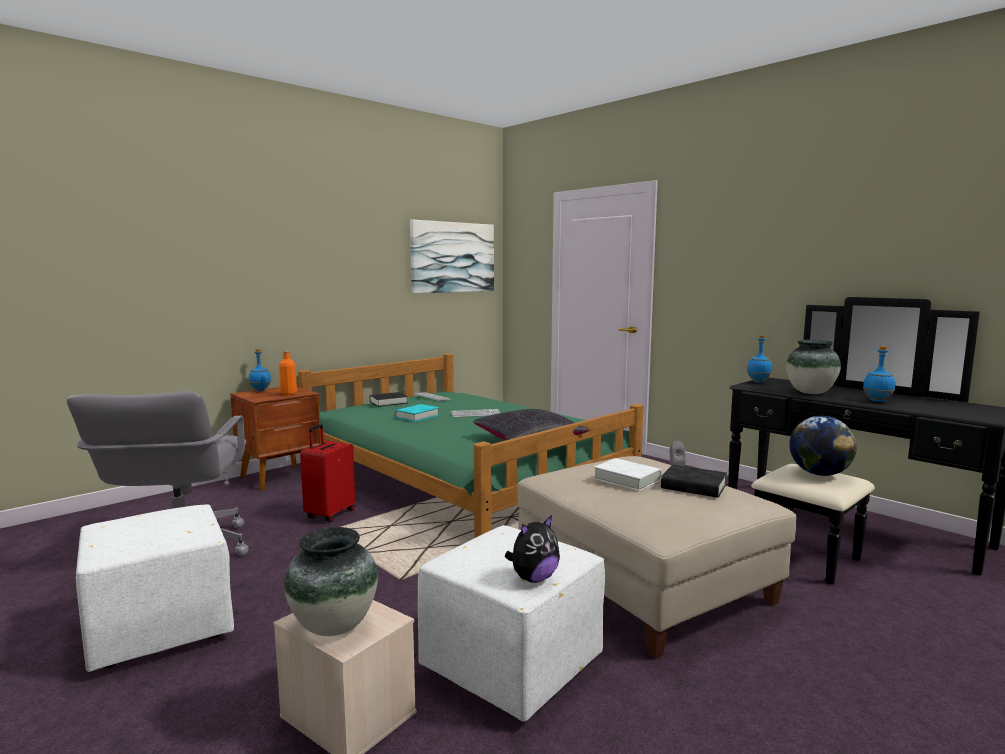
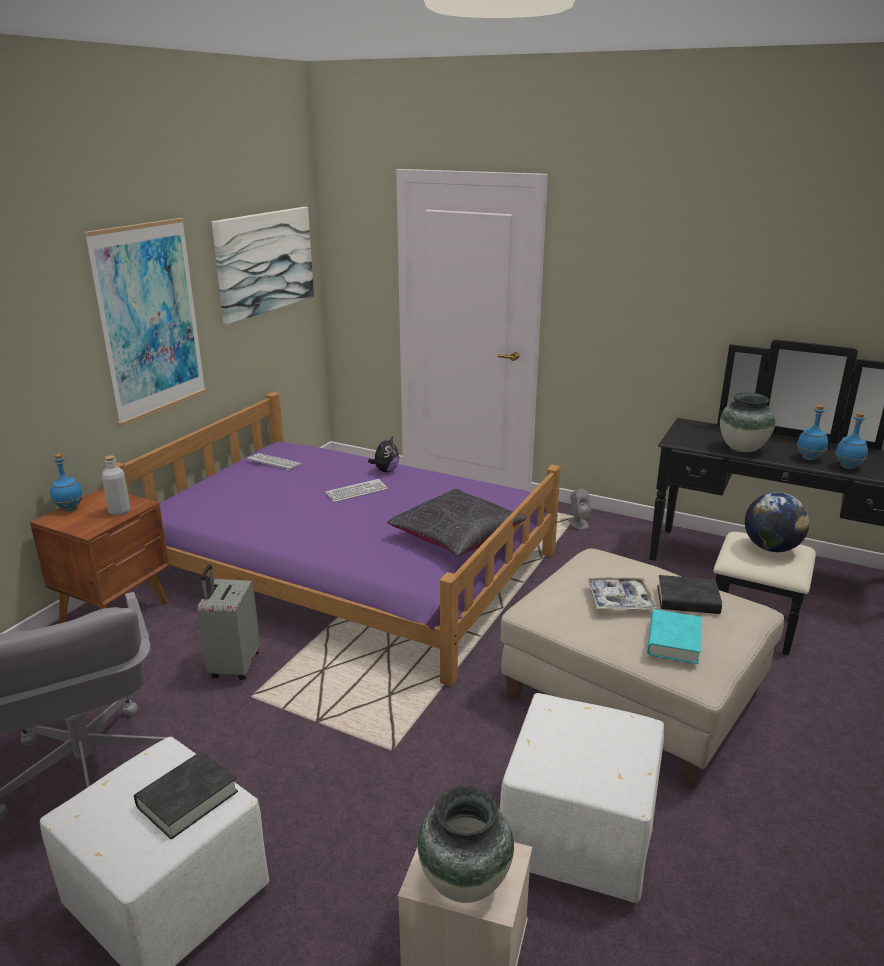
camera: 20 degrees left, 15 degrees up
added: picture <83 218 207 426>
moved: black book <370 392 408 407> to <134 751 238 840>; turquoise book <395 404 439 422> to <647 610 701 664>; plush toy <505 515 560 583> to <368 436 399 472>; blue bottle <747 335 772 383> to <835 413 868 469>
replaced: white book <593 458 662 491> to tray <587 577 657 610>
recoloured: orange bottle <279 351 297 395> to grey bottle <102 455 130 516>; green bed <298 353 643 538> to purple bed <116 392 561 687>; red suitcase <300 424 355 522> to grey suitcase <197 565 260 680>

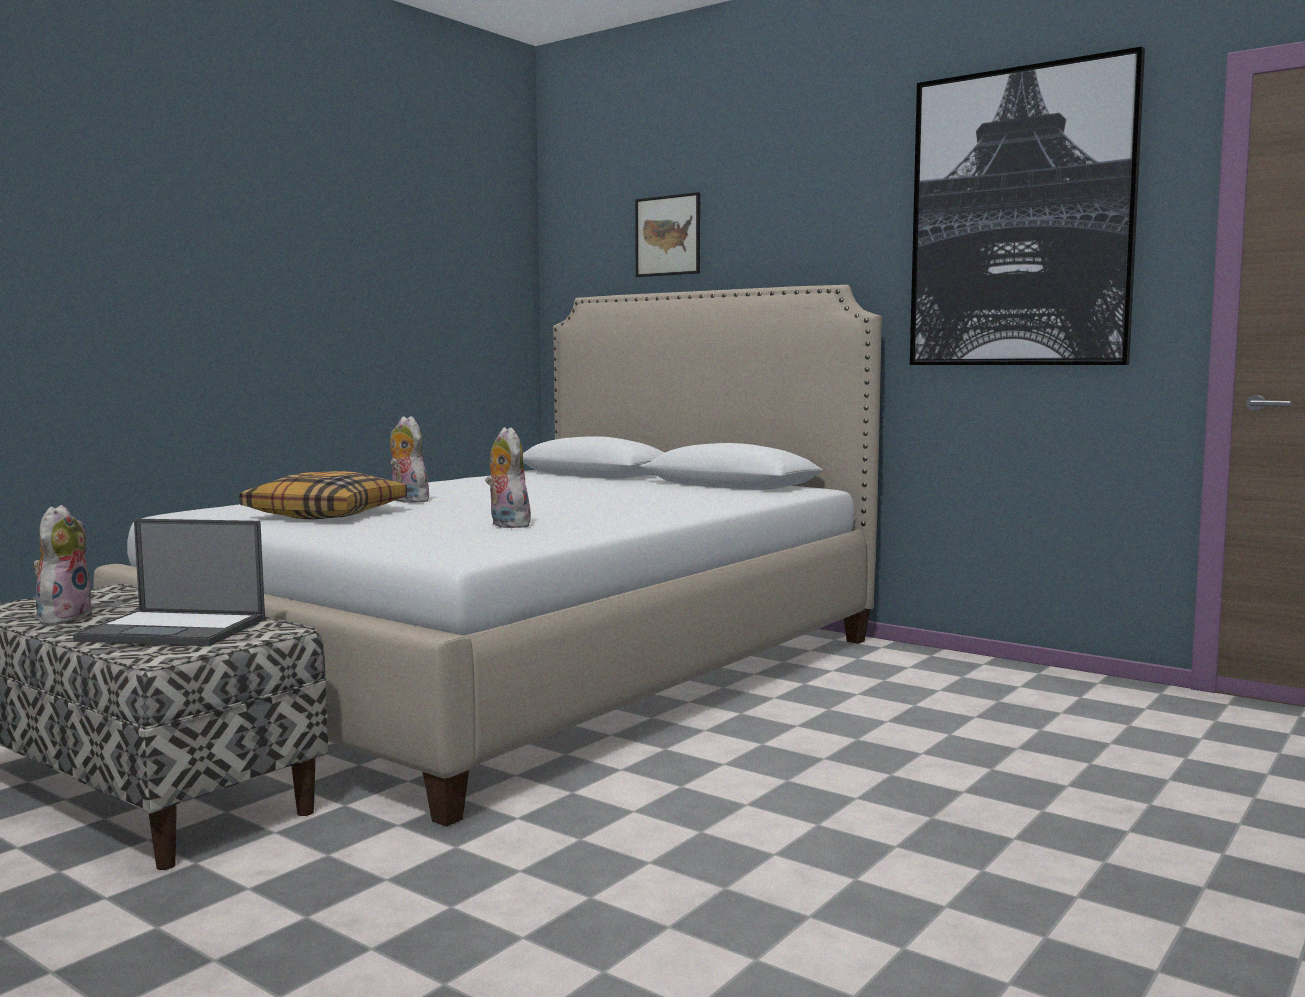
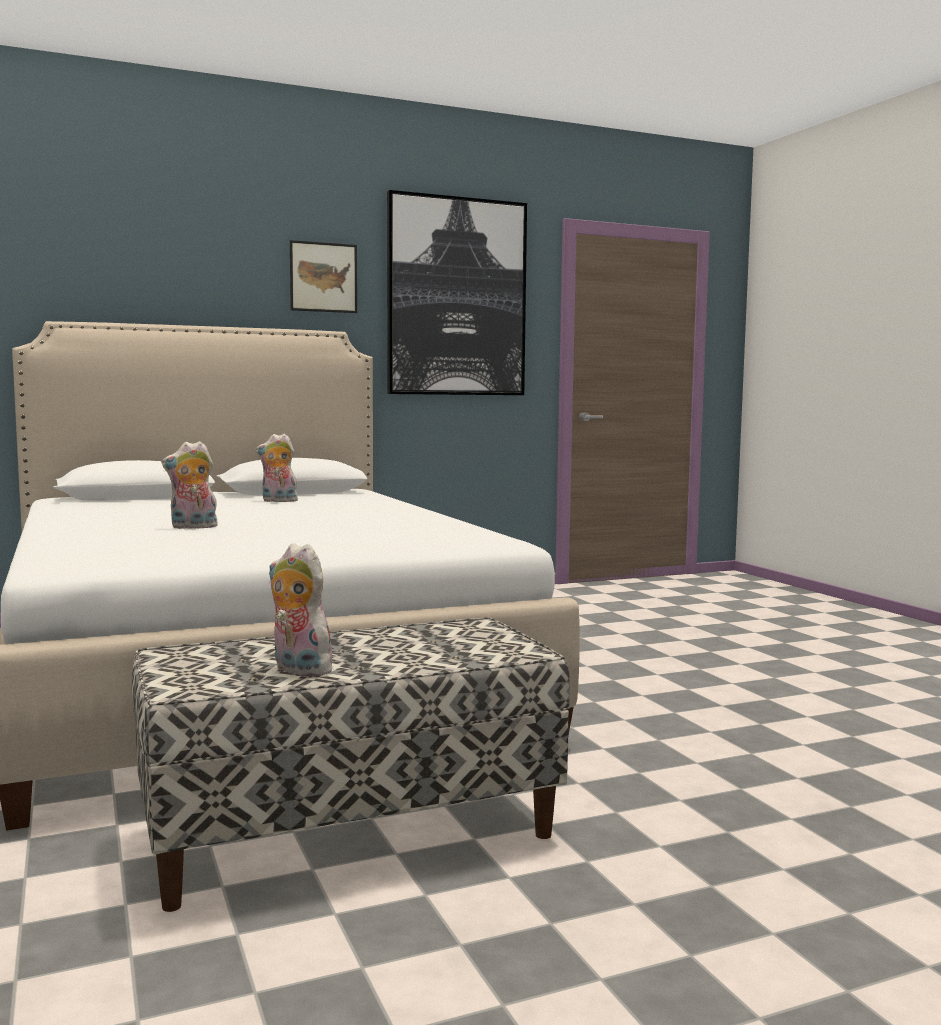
camera: 60 degrees left, 0 degrees up
removed: laptop <73 519 265 646>; pillow <239 471 407 519>
moved: plush toy <485 427 531 528> to <256 434 298 502>; picture <635 192 700 277> to <290 240 357 313>

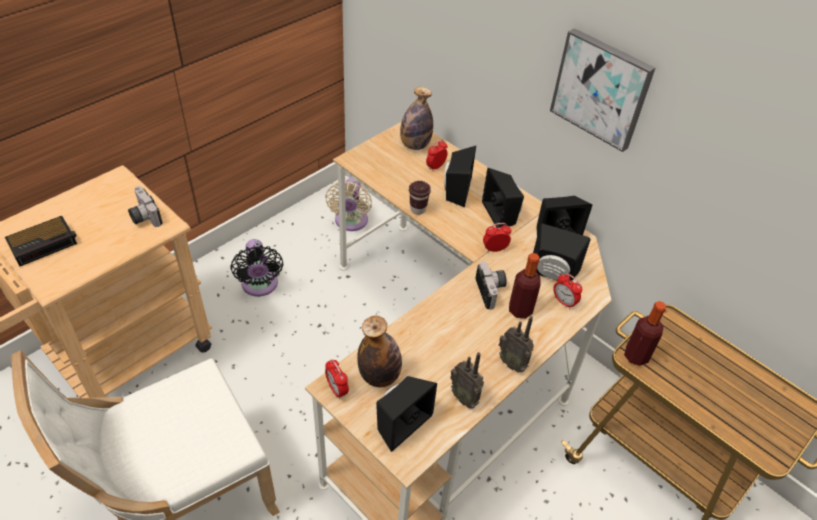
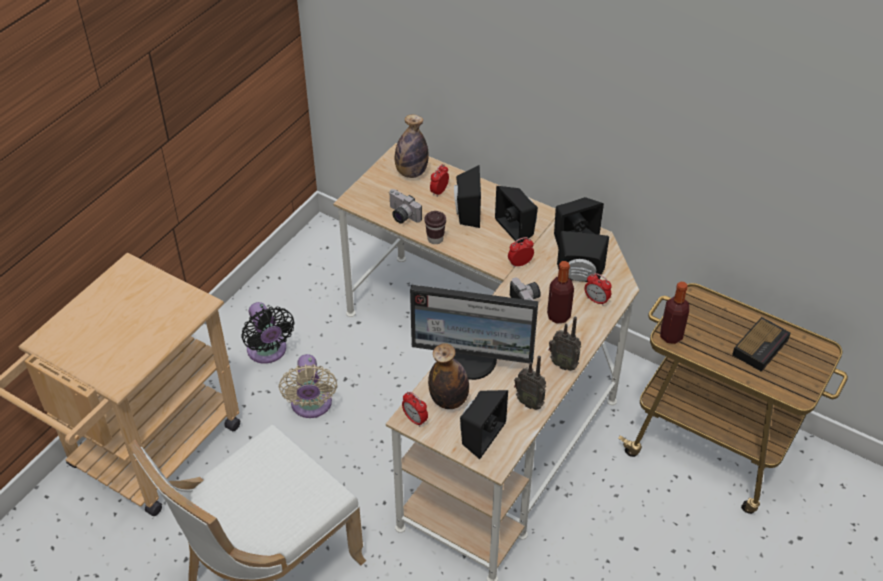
camera: 10 degrees left, 0 degrees up
removed: picture <550 28 655 152>
added: monitor <410 284 538 380>
moved: alarm clock <5 216 77 266> to <732 317 791 372>; photo camera <128 186 163 227> to <389 189 422 224>; beige fan <325 178 372 231> to <279 354 337 418>

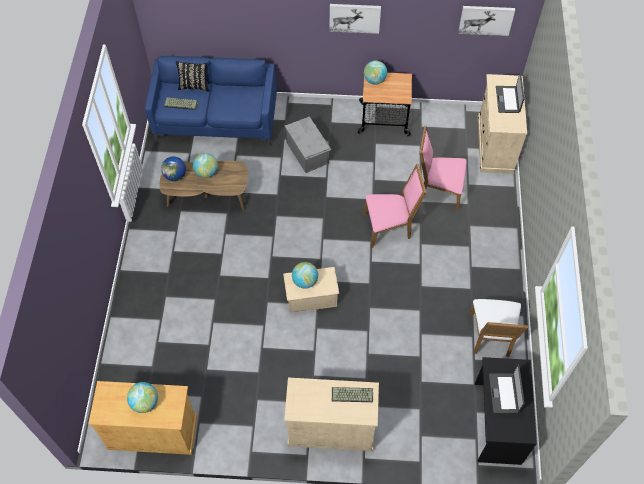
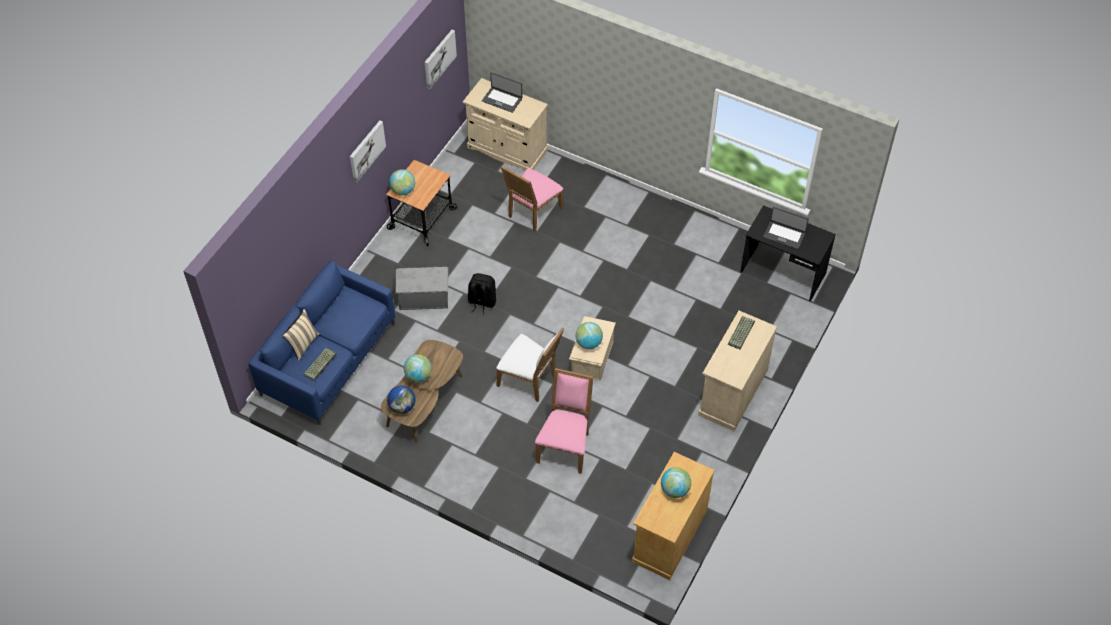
camera: 65 degrees left, 5 degrees down
added: black backpack <468 273 496 315>
moved: pink chair <363 164 426 248> to <535 368 594 474>; white chair <470 299 528 357> to <496 327 564 402>
recoloured: black pillow <176 61 209 92> to beige pillow <283 309 319 361>

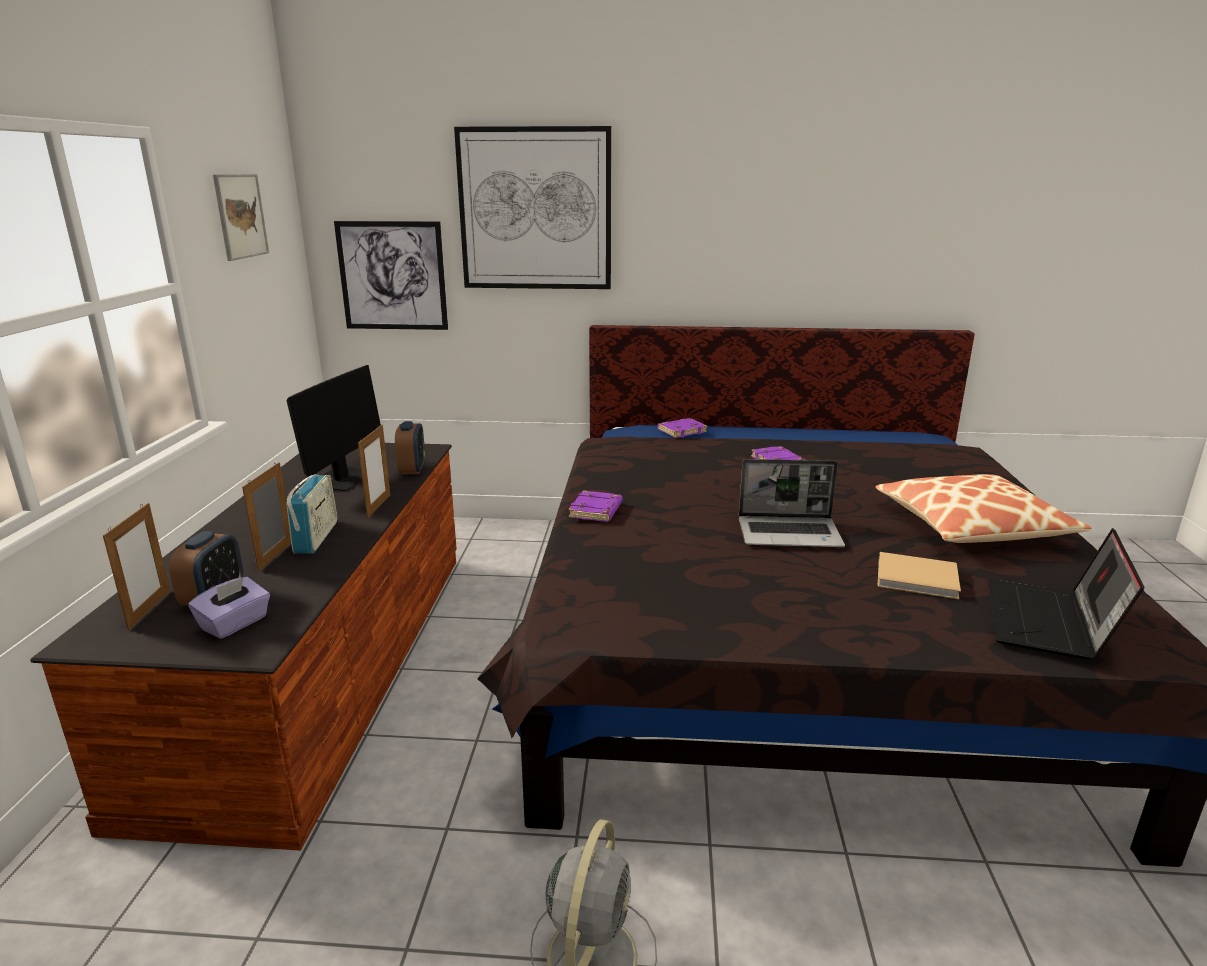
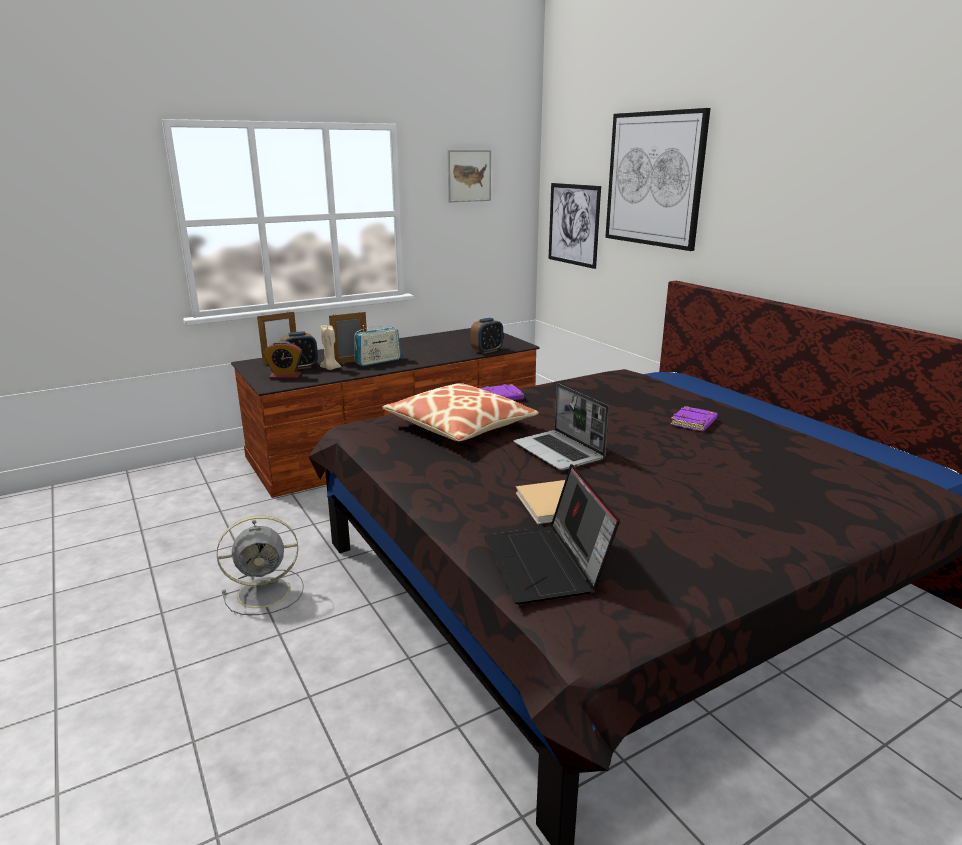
camera: 55 degrees right, 0 degrees up
removed: monitor <286 365 381 491>; picture frame <358 425 390 518>; purple book <658 418 708 438>
added: beige candle <320 325 341 370>
moved: pillow <875 474 1092 543> to <382 383 539 441>
replaced: purple tissue box <188 577 270 639> to alarm clock <263 341 302 379>
turned: laptop <988 528 1144 660> = <484 464 620 604> 90 degrees counterclockwise

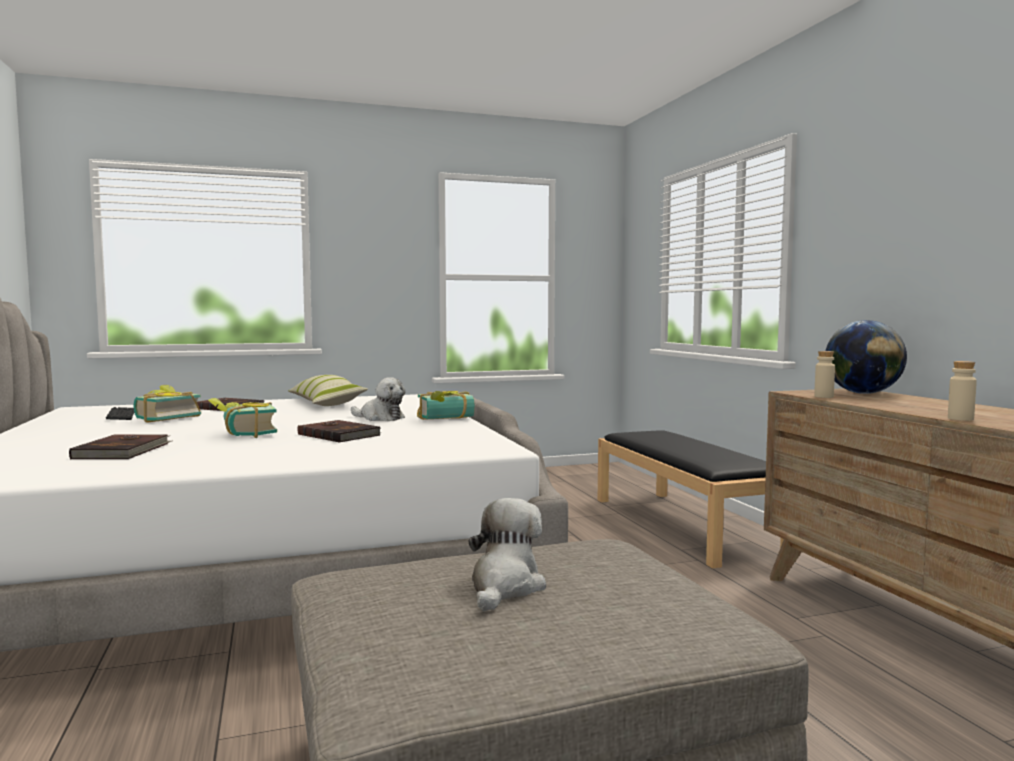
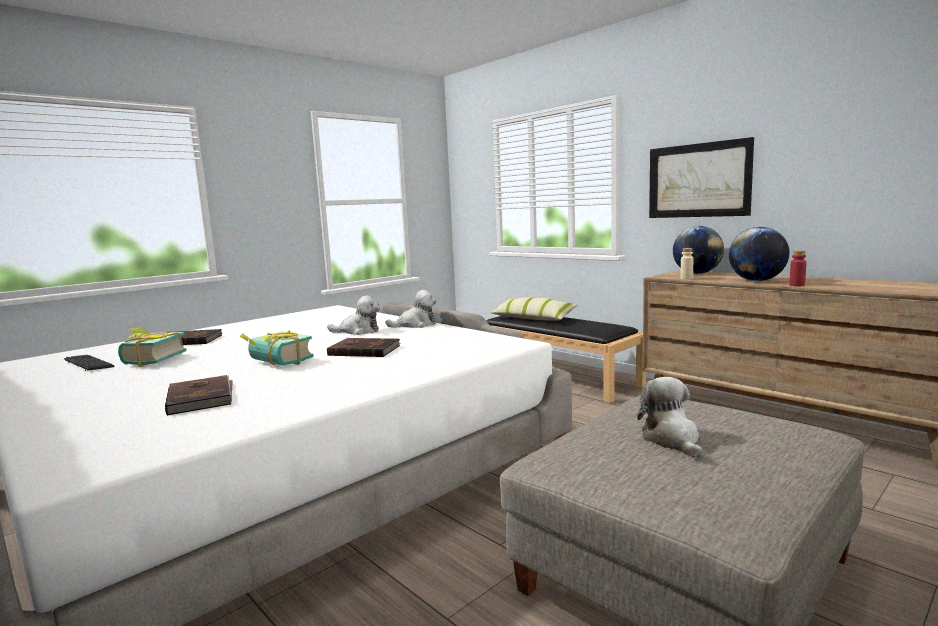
camera: 25 degrees left, 5 degrees up
added: picture <649 137 754 218>; globe <729 227 789 281>
moved: pillow <288 375 368 406> to <491 297 578 321>
replaced: book <417 391 475 420> to plush toy <385 290 437 328>
recoloured: beige bottle <948 361 977 421> to red bottle <789 250 806 286>

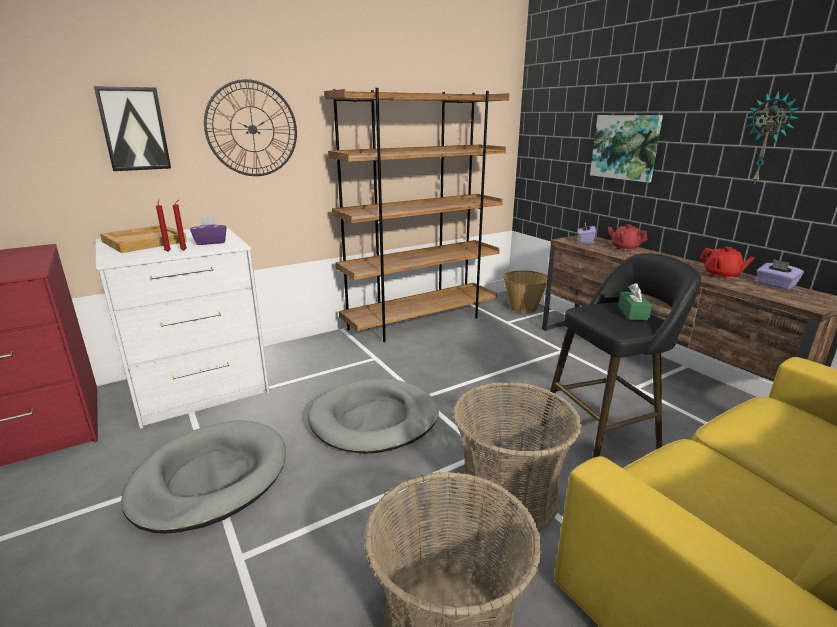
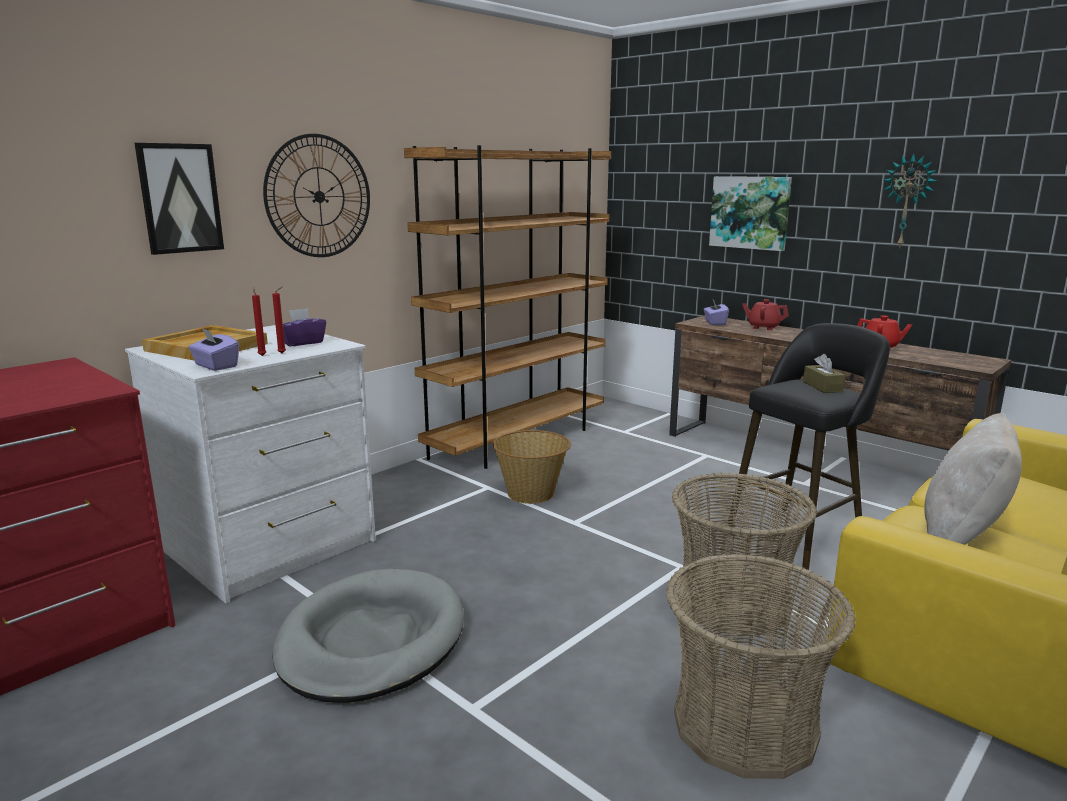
camera: 15 degrees left, 5 degrees down
removed: grey dog bed <308 378 439 454>
added: beige pillow <924 412 1022 545>
moved: basket <503 270 547 313> to <493 430 571 504>; purple tissue box <757 259 804 290> to <188 328 239 371>
recoloured: green tissue box <618 283 652 321> to brown tissue box <803 354 846 393>

